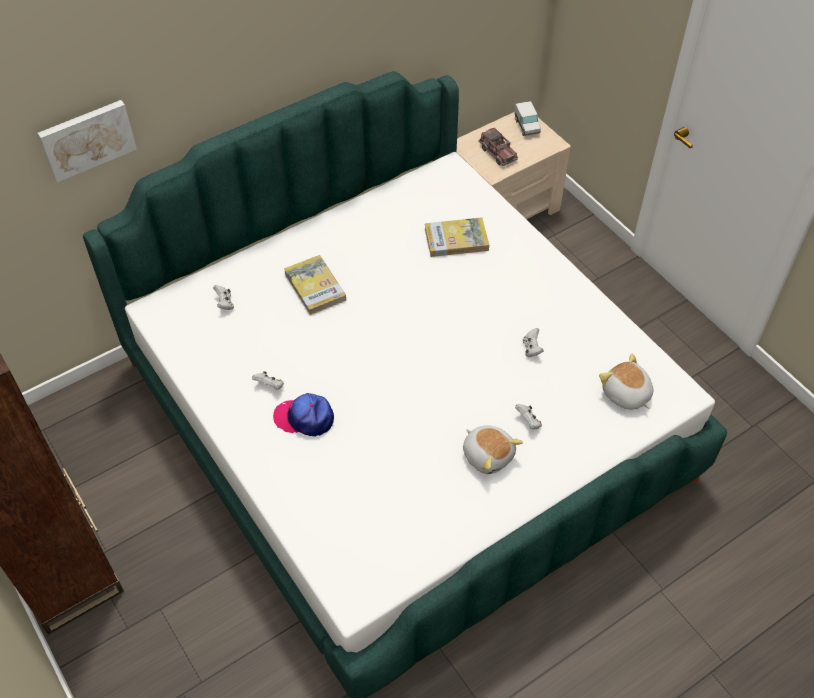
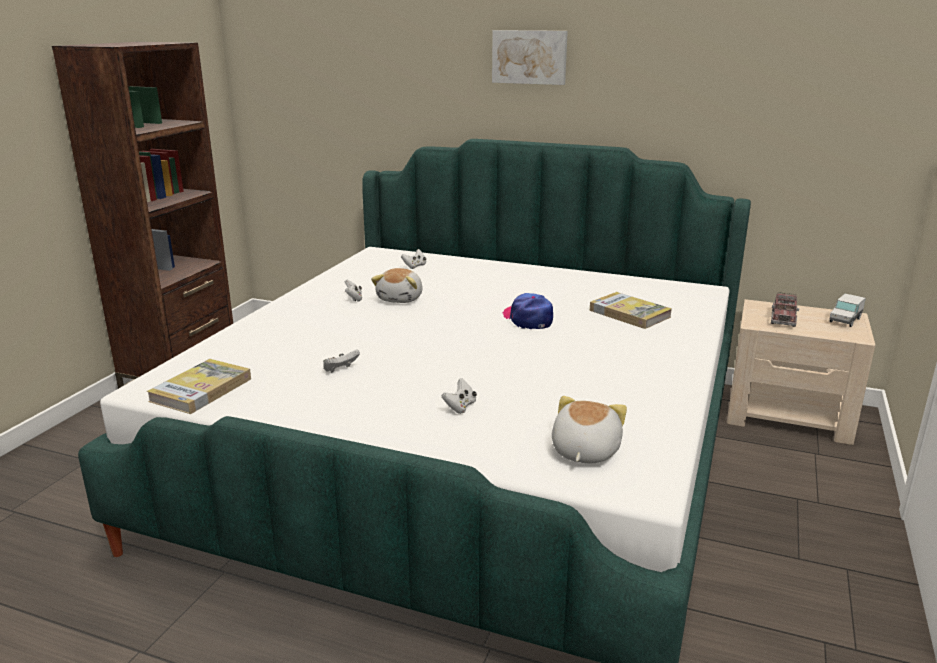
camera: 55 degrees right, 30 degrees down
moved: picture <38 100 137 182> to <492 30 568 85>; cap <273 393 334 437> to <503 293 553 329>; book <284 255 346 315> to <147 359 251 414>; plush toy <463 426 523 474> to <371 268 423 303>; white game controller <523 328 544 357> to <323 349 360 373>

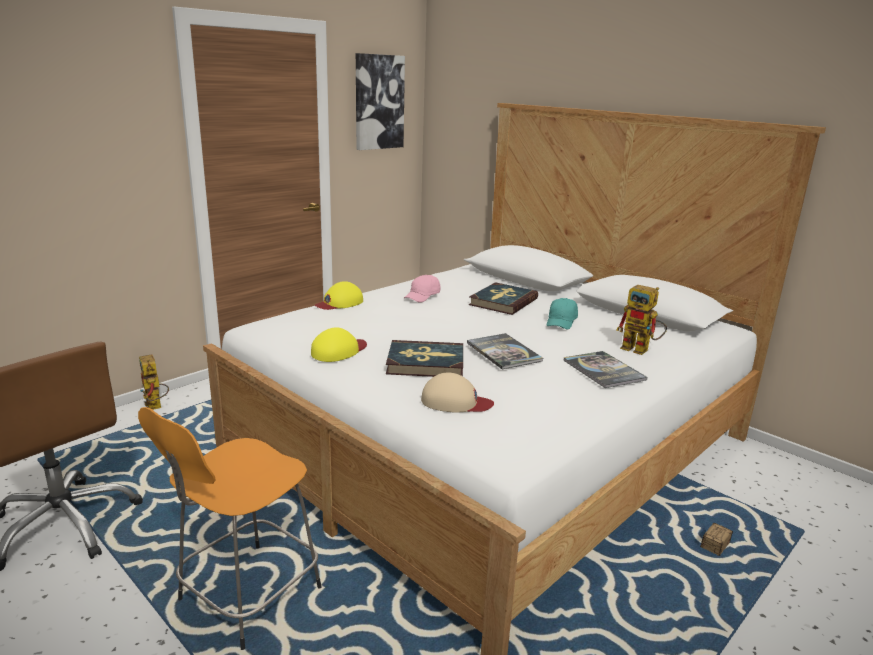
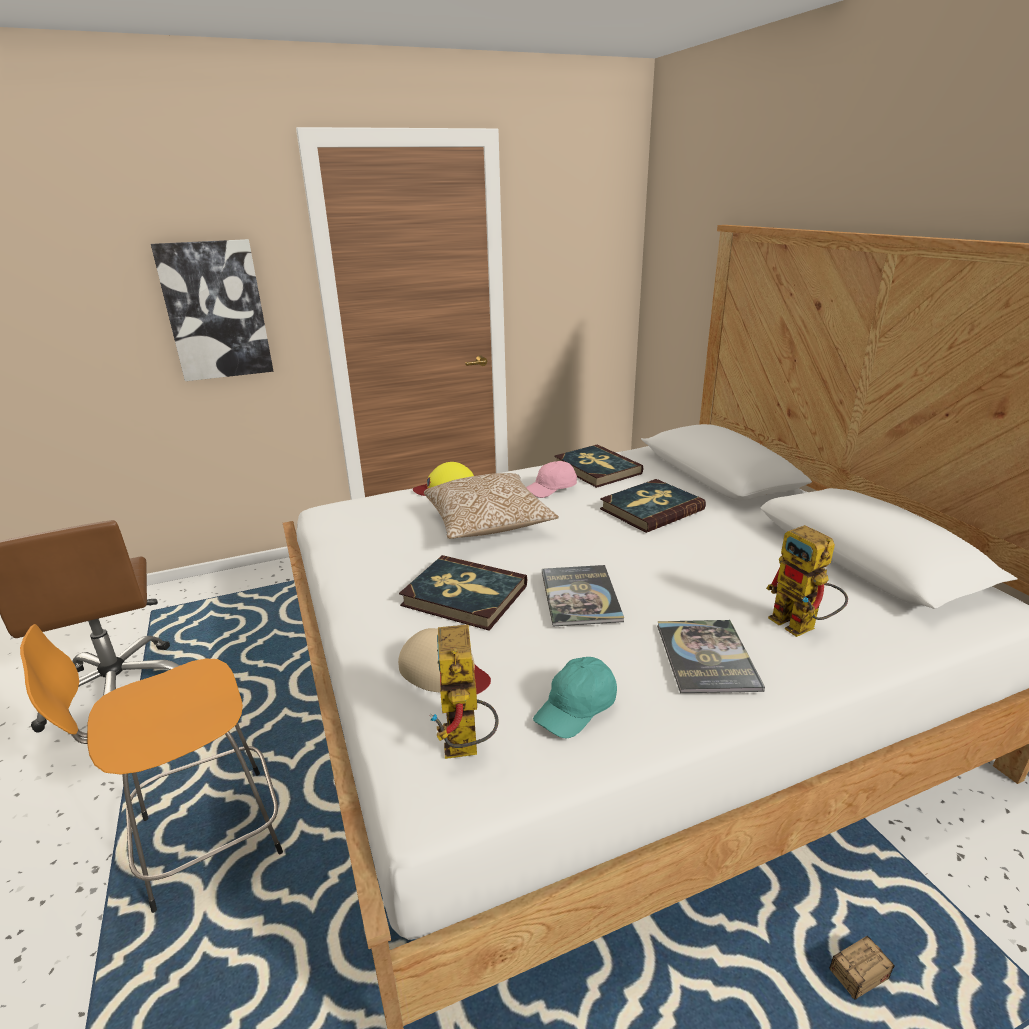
camera: 25 degrees right, 5 degrees up
removed: yellow cap <311 327 367 362>
added: pillow <424 473 559 539>; book <554 445 643 488>
moved: toy robot <139 354 169 410> to <429 625 498 759>; picture <356 53 405 150> to <151 239 274 381>; turquoise cap <546 298 578 330> to <533 657 617 738>

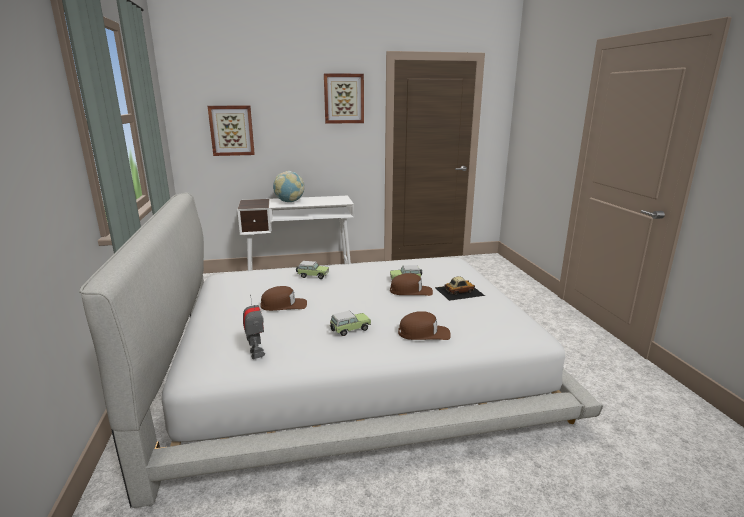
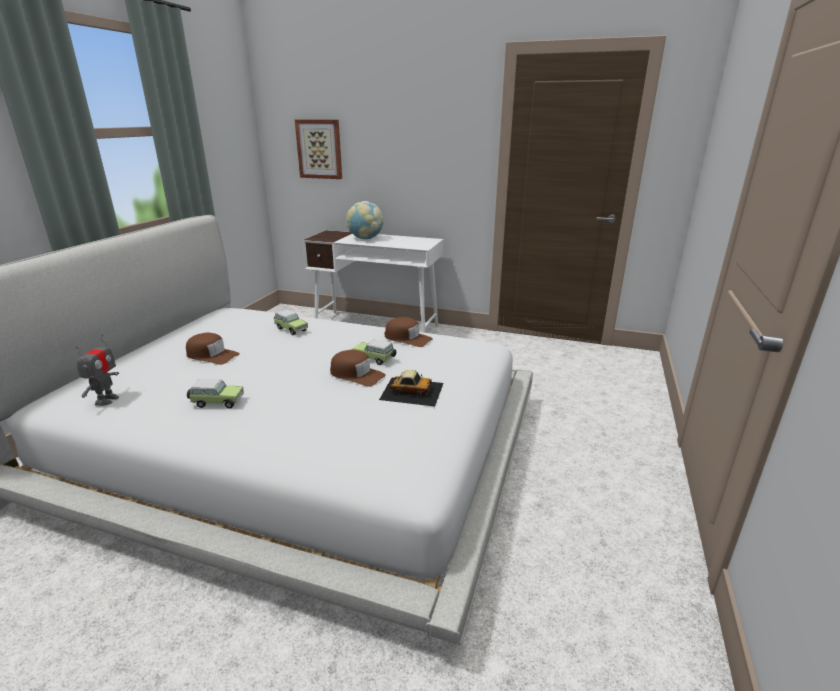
camera: 30 degrees right, 5 degrees up
removed: picture <324 73 364 124>
moved: brown cap <398 311 451 340> to <384 317 433 347>

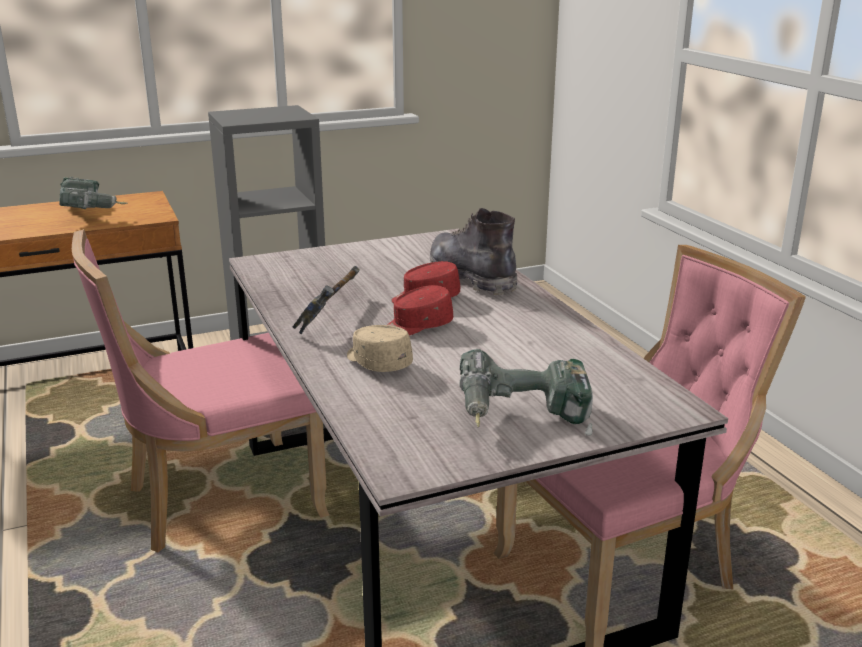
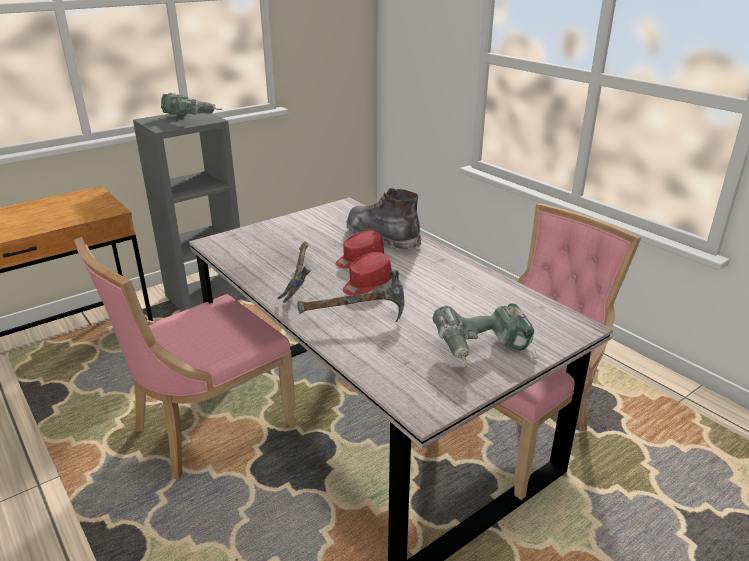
camera: 15 degrees left, 5 degrees up
moved: power drill <59 177 128 209> to <161 93 222 115>
replaced: beige cap <347 325 413 372> to hammer <297 270 404 323>

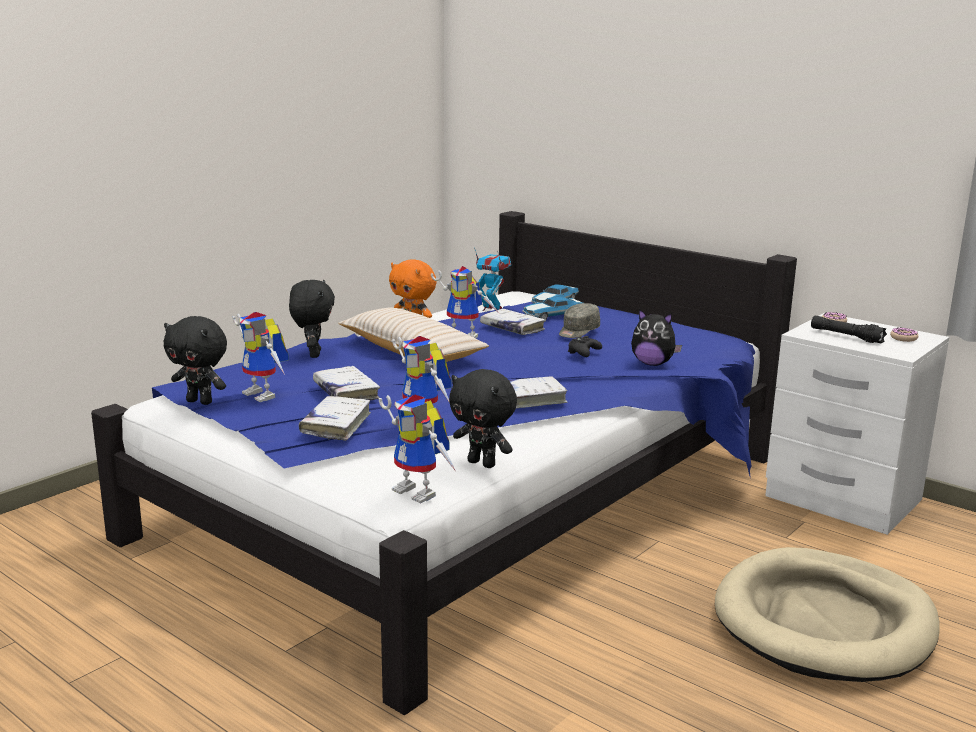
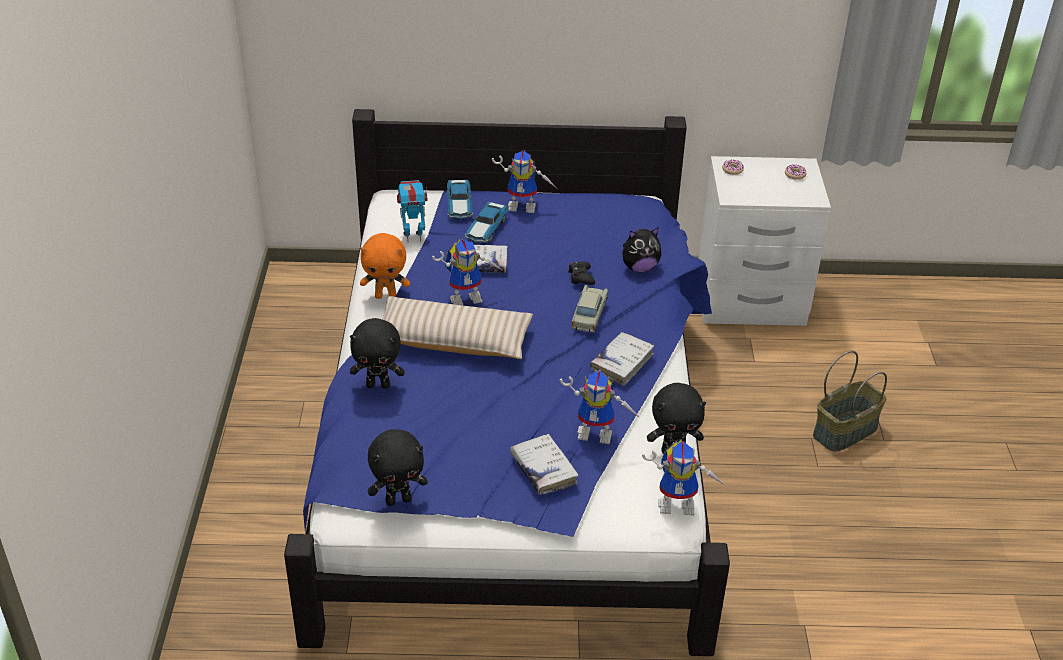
camera: 40 degrees left, 20 degrees up
removed: white book <313 366 380 400>; grey cap <559 303 600 338>; black flashlight <811 316 887 344>
added: beige toy car <571 285 608 332>
moved: toy robot <232 312 289 402> to <492 150 556 213>
replaced: beige dog bed <715 547 940 682> to basket <813 351 887 452>
turned: black plush toy <289 280 335 358> = <350 318 405 389> 135 degrees clockwise

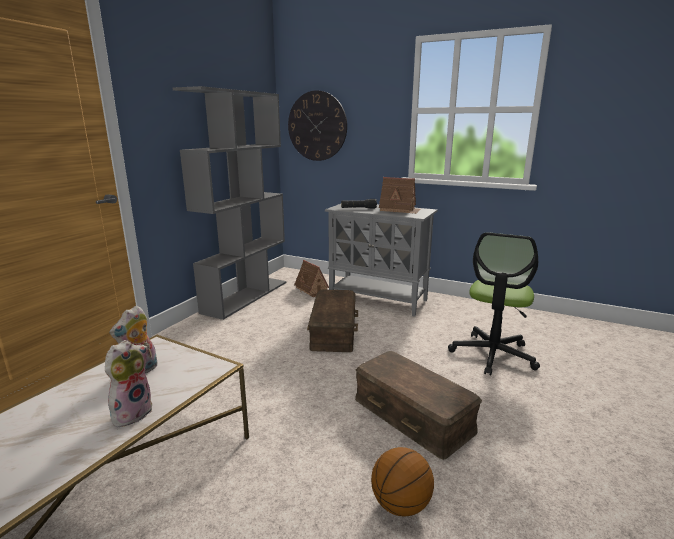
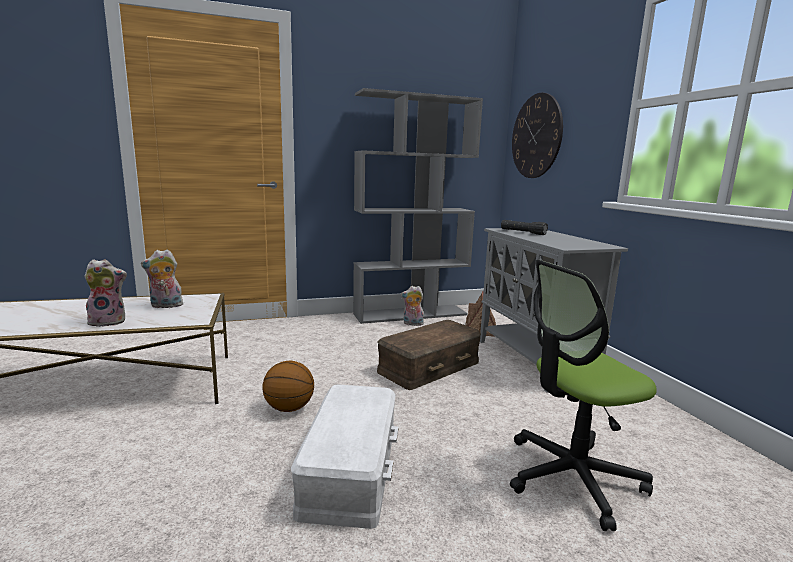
camera: 45 degrees right, 5 degrees down
removed: toy house <379 177 421 214>
added: plush toy <401 286 424 326>
moved: basketball <371 447 434 516> to <262 361 314 412>
recoloured: brown storage box <355 351 482 460> to white storage box <291 384 398 529>

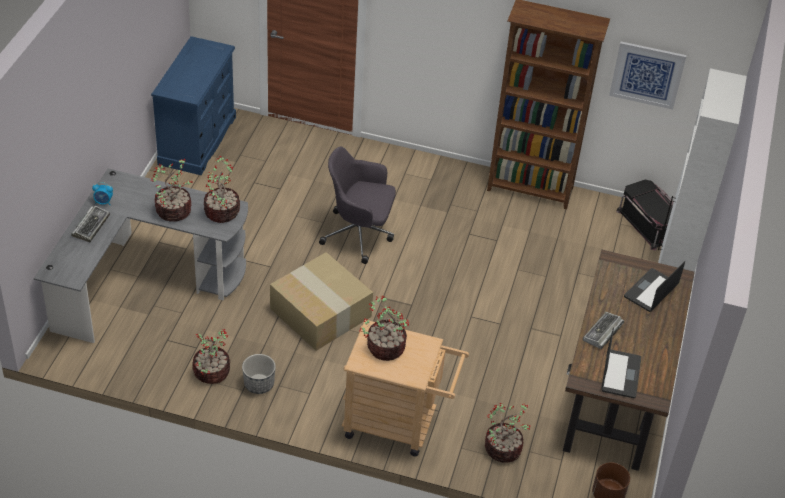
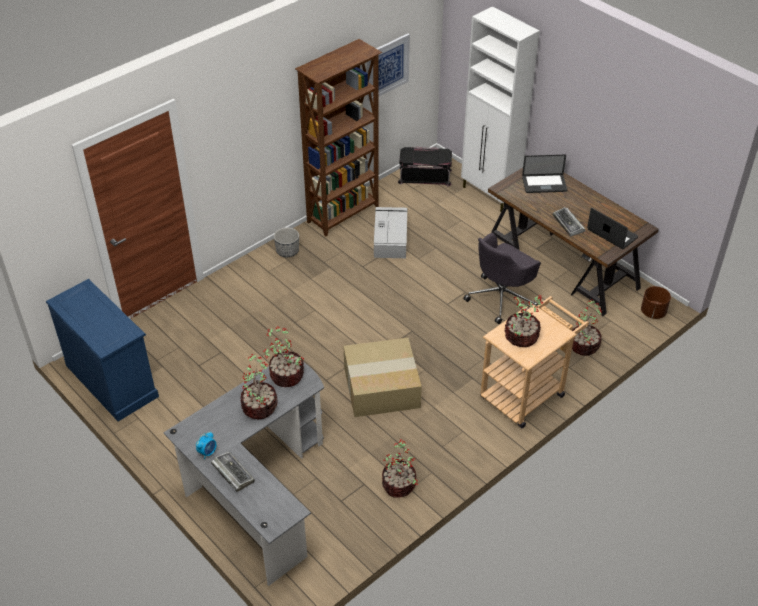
camera: 55 degrees left, 0 degrees up
added: grey storage box <374 207 408 258>
moved: planter <242 354 276 394> to <274 227 299 257>; grey office chair <319 147 396 264> to <463 233 541 324>
turned: laptop <624 261 685 312> = <522 155 567 193> 75 degrees counterclockwise

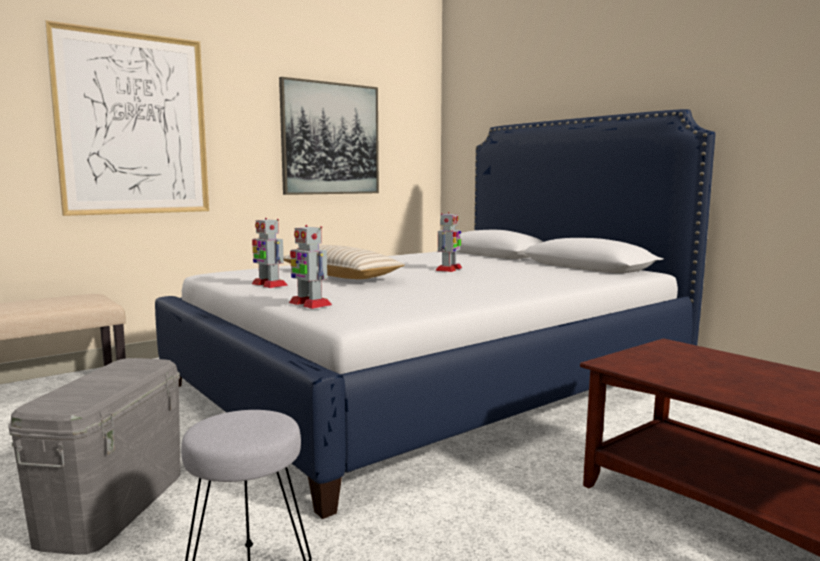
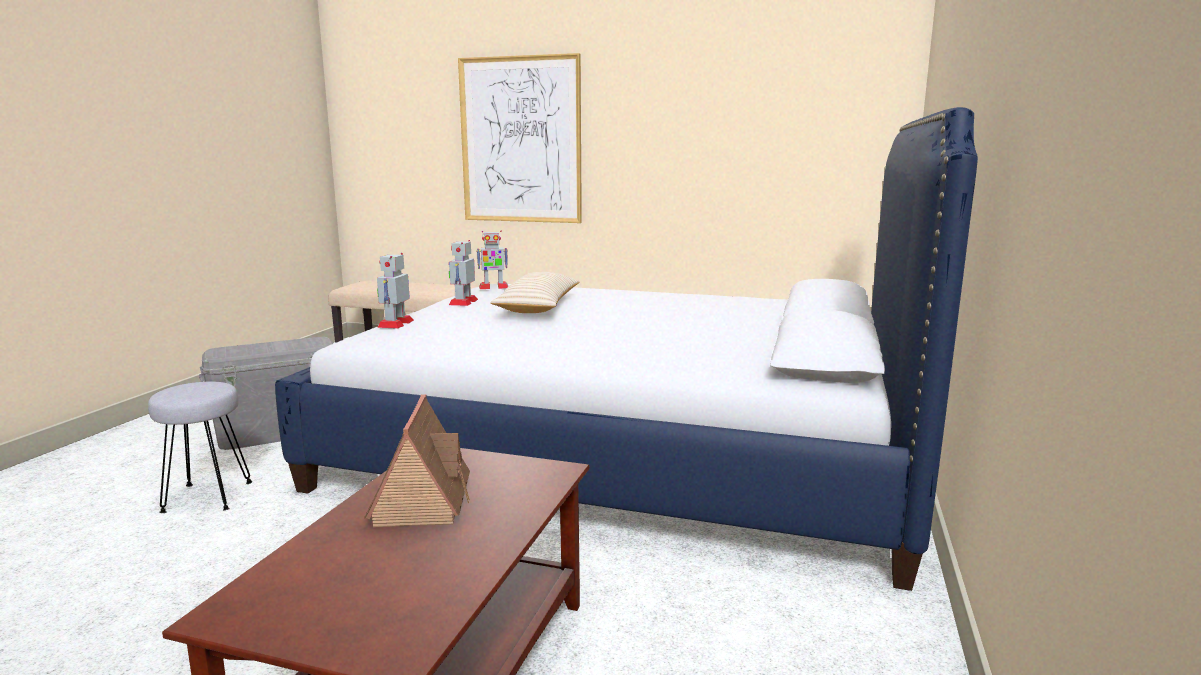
camera: 55 degrees right, 5 degrees up
removed: picture <279 77 379 195>
added: toy house <365 394 470 527>
moved: toy robot <435 212 462 272> to <477 231 508 289>

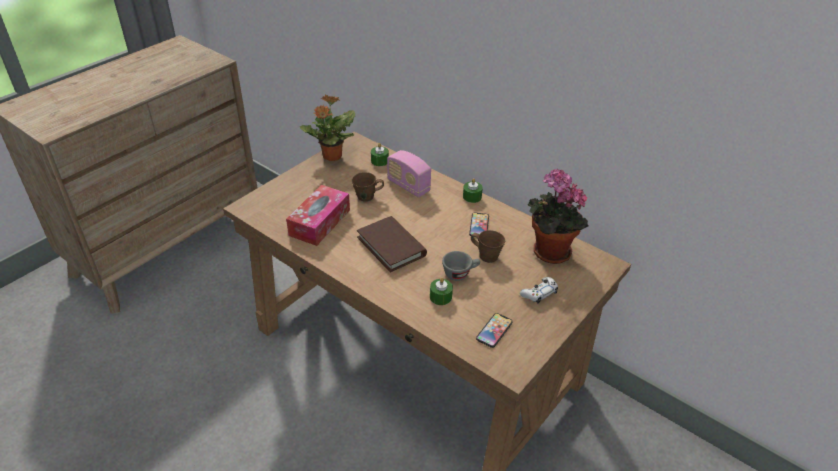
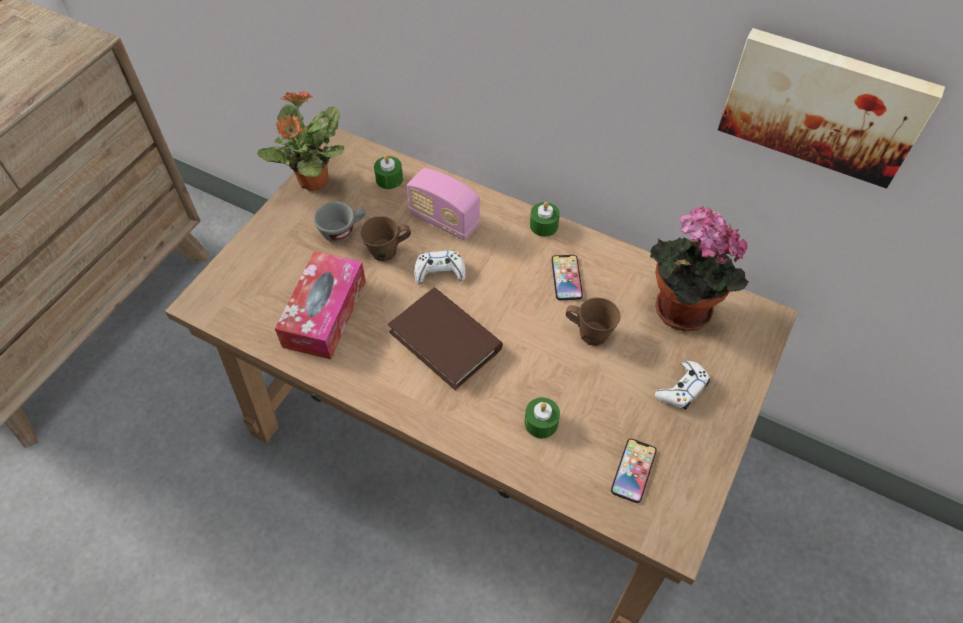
camera: 10 degrees left, 15 degrees up
added: white game controller <414 251 465 285>; picture <718 28 945 188>
moved: grey cup <442 251 480 281> to <313 202 366 242>

